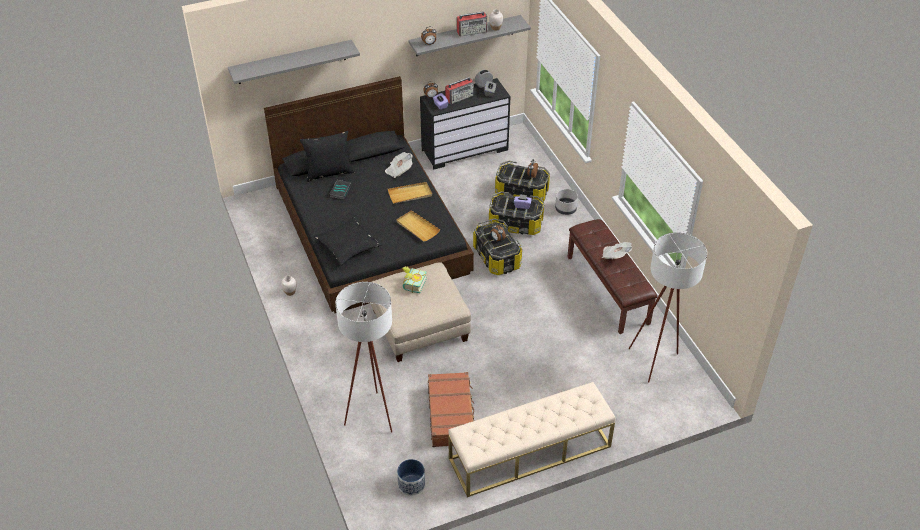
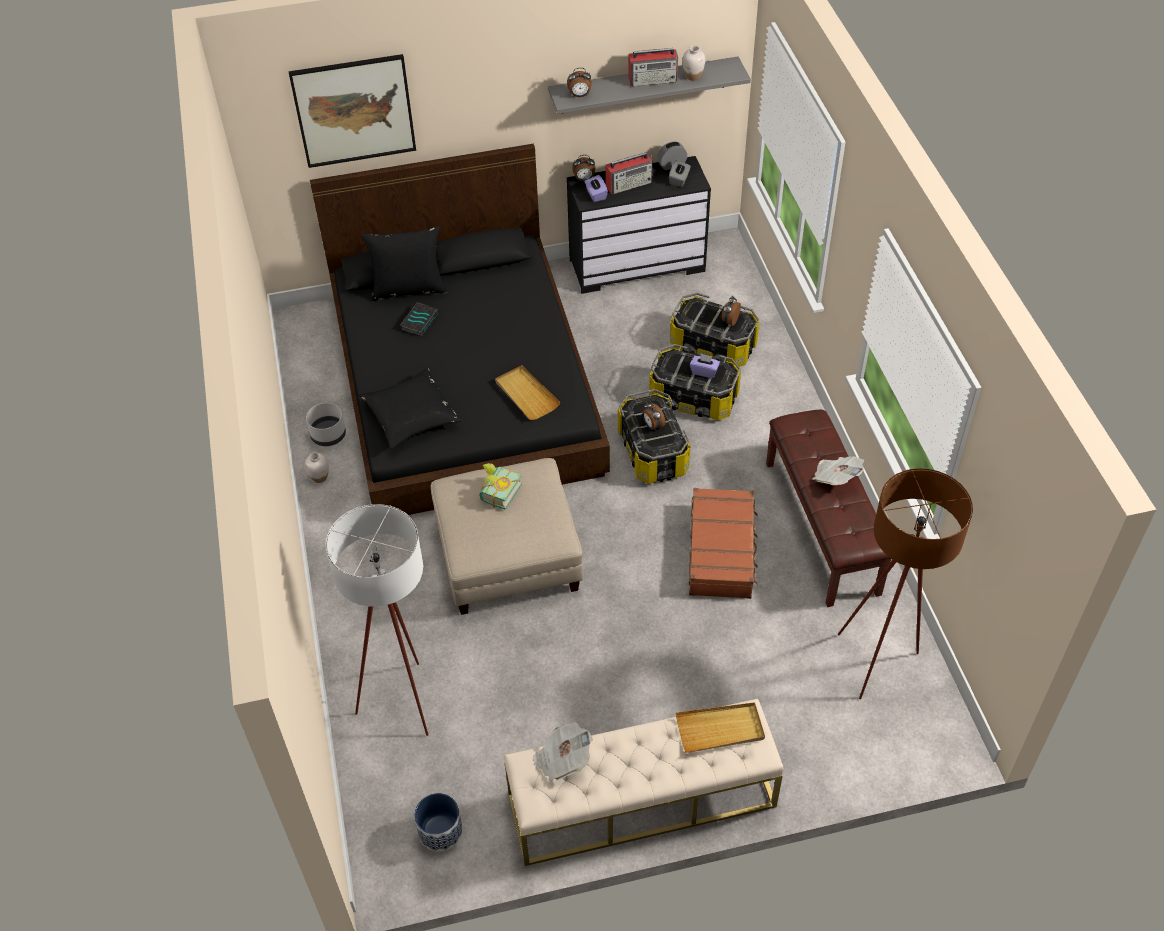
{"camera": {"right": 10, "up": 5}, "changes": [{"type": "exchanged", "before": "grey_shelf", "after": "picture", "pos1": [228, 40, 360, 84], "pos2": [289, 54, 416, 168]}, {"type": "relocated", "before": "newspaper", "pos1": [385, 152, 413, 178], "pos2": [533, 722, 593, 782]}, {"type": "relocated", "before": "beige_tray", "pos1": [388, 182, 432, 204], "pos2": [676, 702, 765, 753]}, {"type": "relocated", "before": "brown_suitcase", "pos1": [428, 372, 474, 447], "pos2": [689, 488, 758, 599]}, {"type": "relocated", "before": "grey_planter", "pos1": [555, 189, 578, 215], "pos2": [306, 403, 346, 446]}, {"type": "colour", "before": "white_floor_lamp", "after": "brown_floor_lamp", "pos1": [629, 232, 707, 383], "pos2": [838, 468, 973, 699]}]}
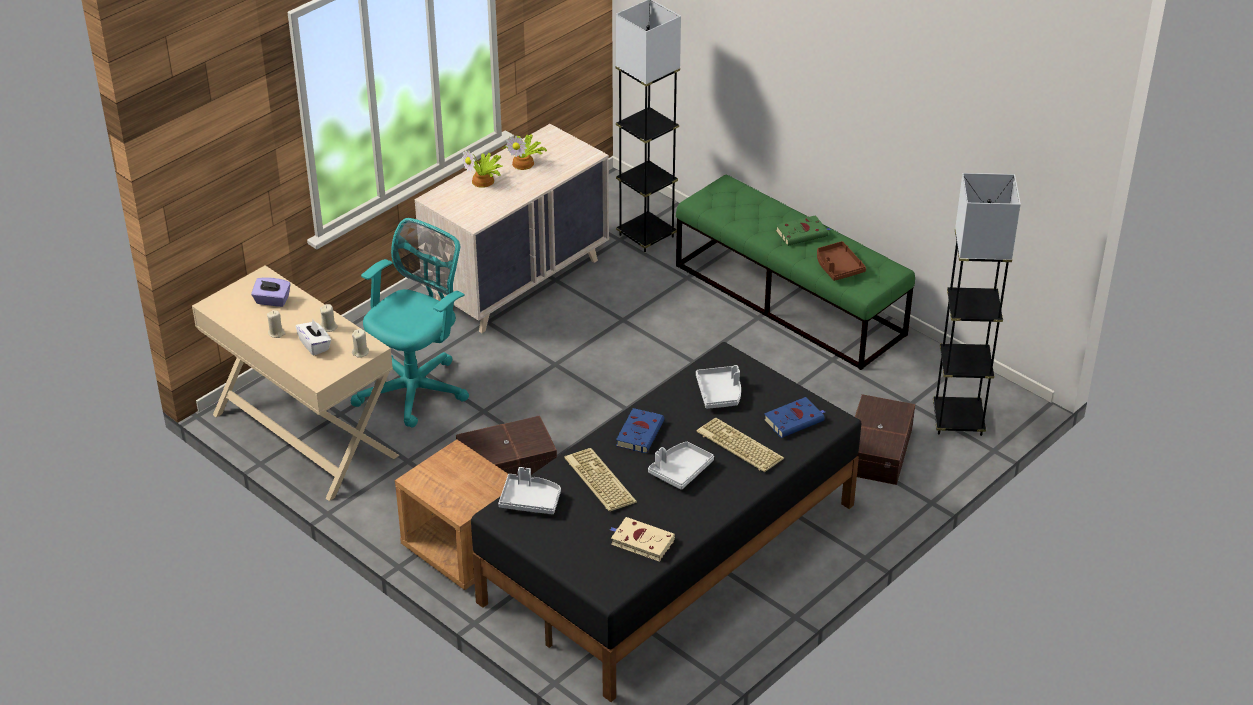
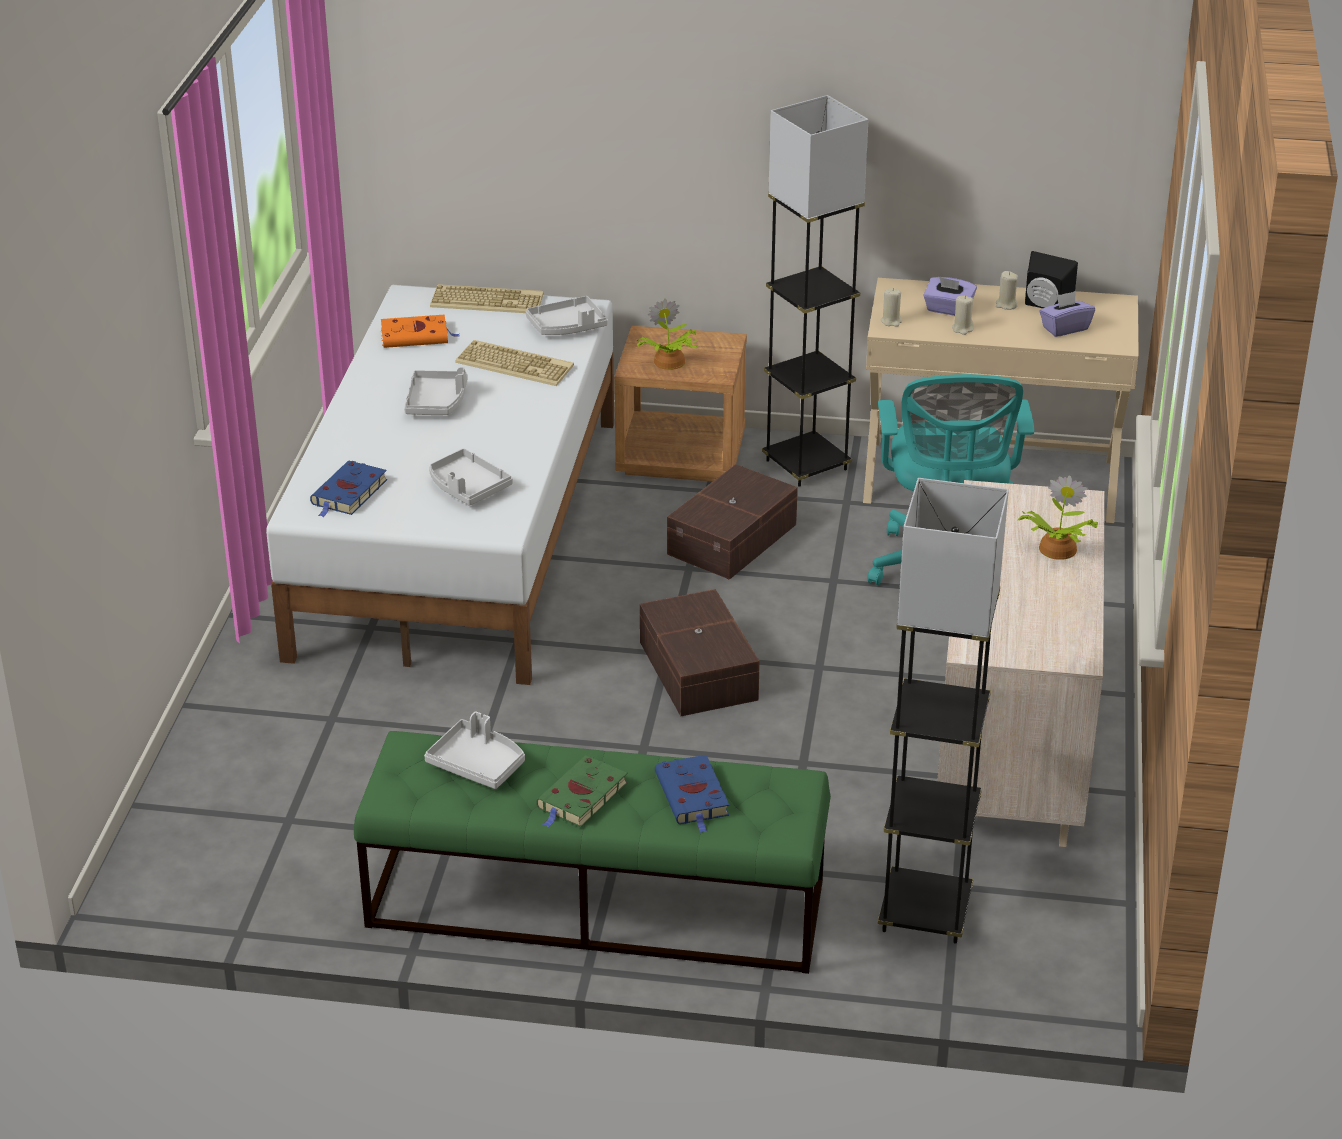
{"camera": {"right": 145, "up": -5}, "changes": [{"type": "colour", "before": "white_tissue_box", "after": "purple_tissue_box", "pos1": [296, 320, 331, 356], "pos2": [923, 277, 977, 316]}, {"type": "colour", "before": "black_bed", "after": "white_bed", "pos1": [471, 342, 861, 702], "pos2": [266, 285, 614, 685]}, {"type": "relocated", "before": "potted_plant", "pos1": [502, 134, 547, 170], "pos2": [636, 299, 697, 370]}, {"type": "colour", "before": "beige_book", "after": "orange_book", "pos1": [610, 517, 675, 562], "pos2": [381, 315, 459, 348]}, {"type": "relocated", "before": "blue_book", "pos1": [616, 408, 664, 453], "pos2": [655, 755, 729, 833]}, {"type": "relocated", "before": "keyboard", "pos1": [696, 418, 784, 472], "pos2": [430, 284, 544, 313]}, {"type": "colour", "before": "brown_tray", "after": "grey_tray", "pos1": [817, 241, 866, 281], "pos2": [424, 711, 525, 789]}, {"type": "relocated", "before": "brown_storage_box", "pos1": [855, 394, 915, 485], "pos2": [640, 589, 760, 716]}, {"type": "relocated", "before": "grey_floor_lamp", "pos1": [933, 173, 1021, 436], "pos2": [762, 95, 869, 487]}, {"type": "appeared", "after": "black_speaker", "pos2": [1025, 251, 1078, 308]}]}
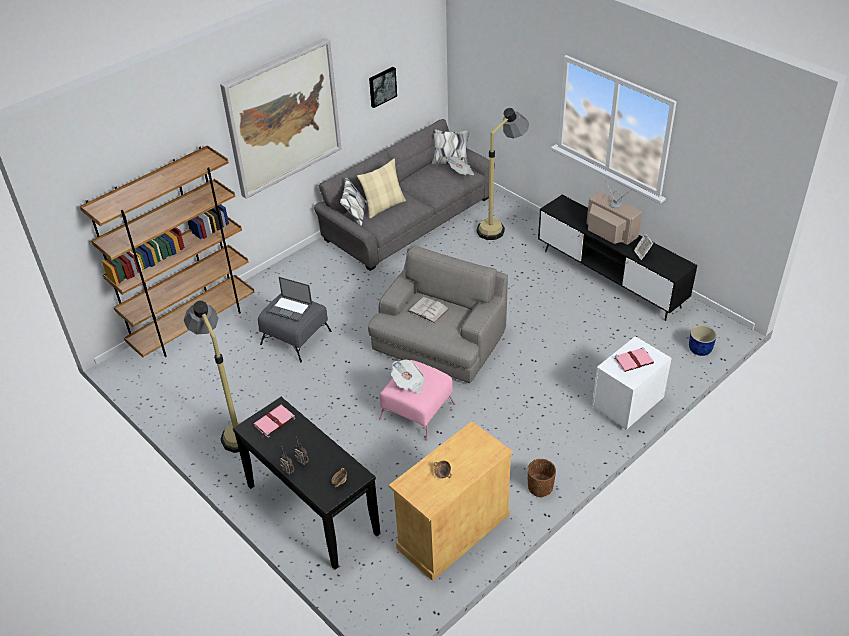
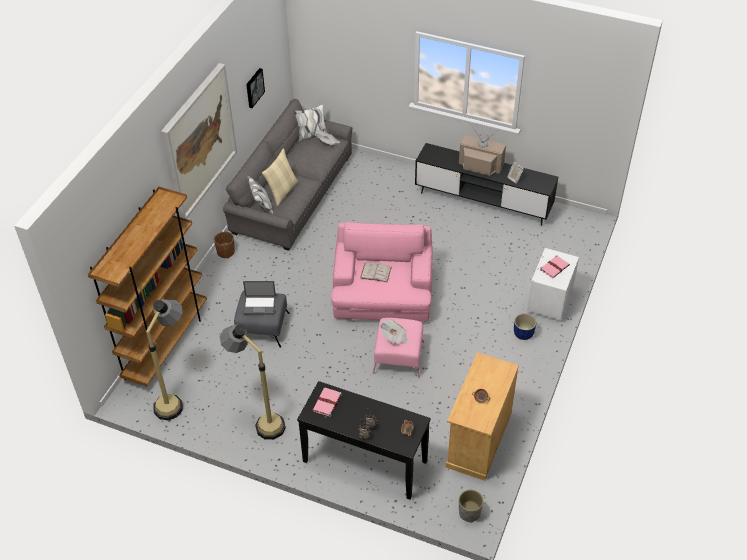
{"camera": {"right": -25, "up": 5}, "changes": [{"type": "colour", "before": "grey_armchair", "after": "pink_armchair", "pos1": [368, 245, 508, 383], "pos2": [331, 222, 433, 322]}, {"type": "relocated", "before": "floor_lamp", "pos1": [477, 108, 529, 240], "pos2": [146, 299, 183, 421]}, {"type": "relocated", "before": "brown_planter", "pos1": [527, 459, 556, 497], "pos2": [214, 232, 235, 258]}, {"type": "relocated", "before": "blue_planter", "pos1": [689, 325, 717, 356], "pos2": [514, 313, 536, 340]}, {"type": "appeared", "after": "grey_planter", "pos2": [459, 490, 483, 522]}]}
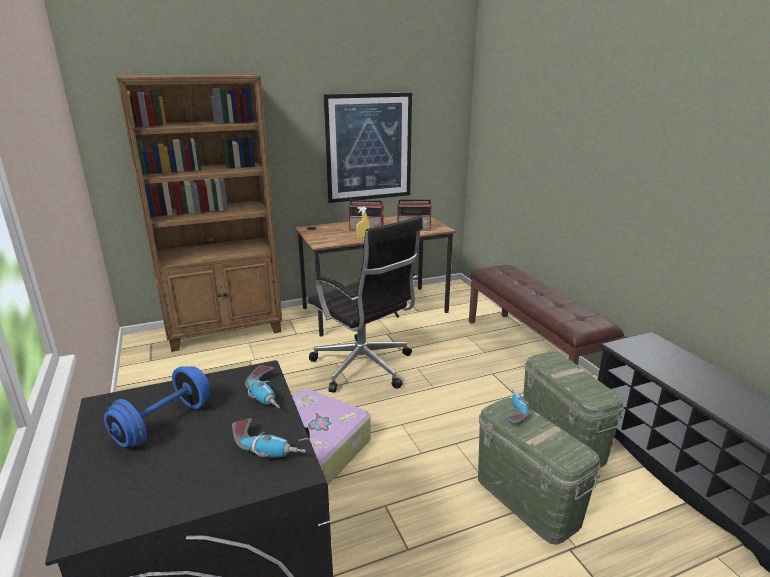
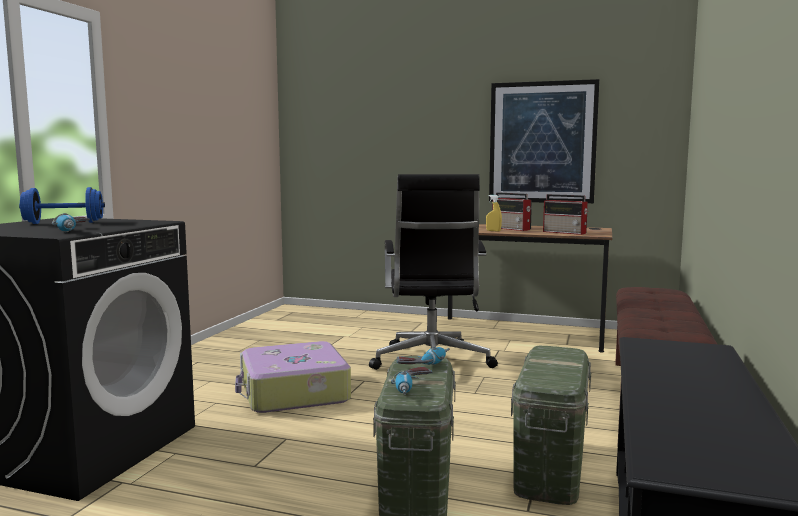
{"camera": {"right": 40, "up": -15}, "changes": [{"type": "missing", "before": "brown_bookcase", "pos1": [117, 75, 282, 352]}, {"type": "relocated", "before": "power_drill", "pos1": [245, 366, 280, 408], "pos2": [391, 367, 433, 395]}]}
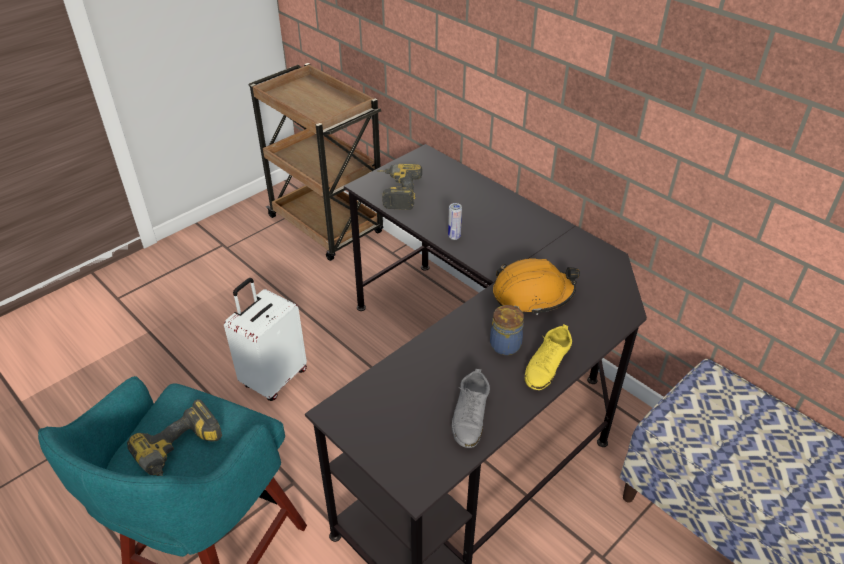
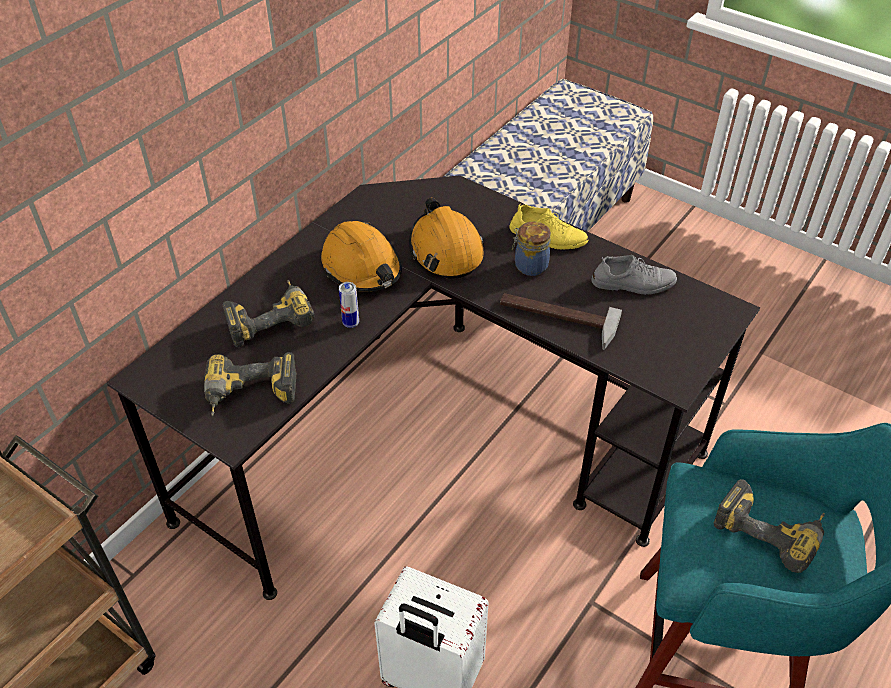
{"camera": {"right": -100, "up": 5}, "changes": [{"type": "appeared", "after": "power_drill", "pos2": [222, 280, 314, 347]}, {"type": "appeared", "after": "orange_hard_hat", "pos2": [321, 221, 402, 292]}, {"type": "appeared", "after": "hammer", "pos2": [500, 293, 622, 350]}]}
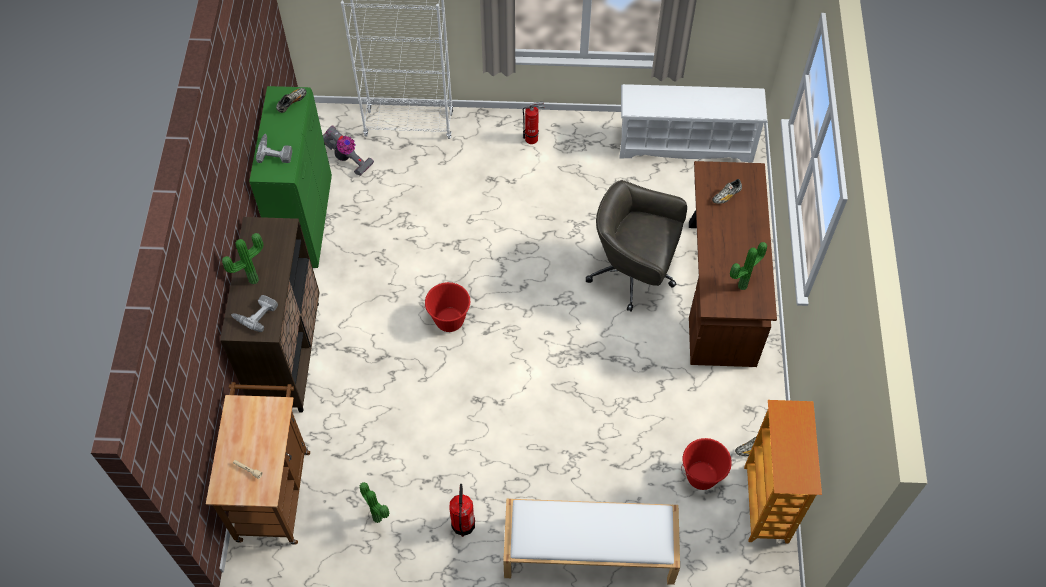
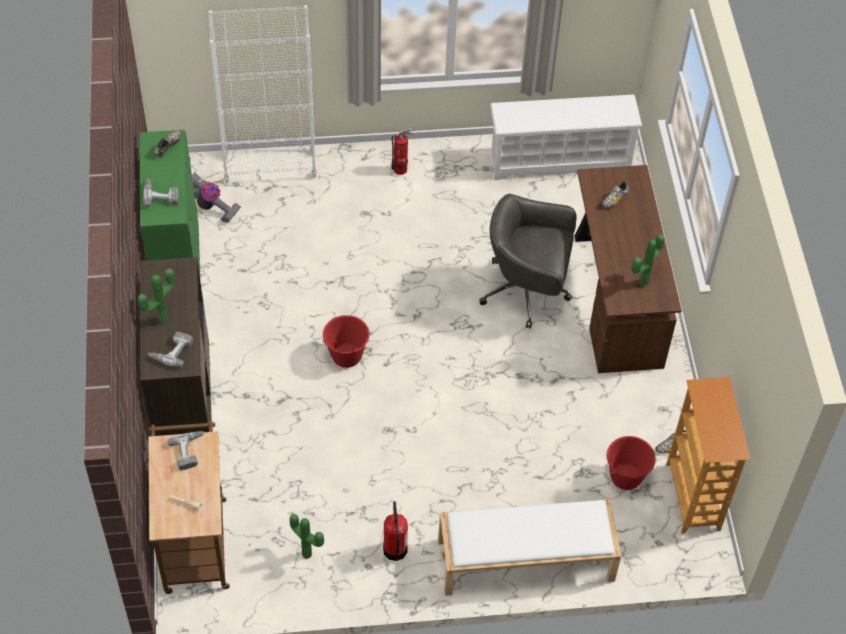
{"camera": {"right": -10, "up": -5}, "changes": [{"type": "appeared", "after": "power_drill", "pos2": [167, 431, 205, 470]}]}
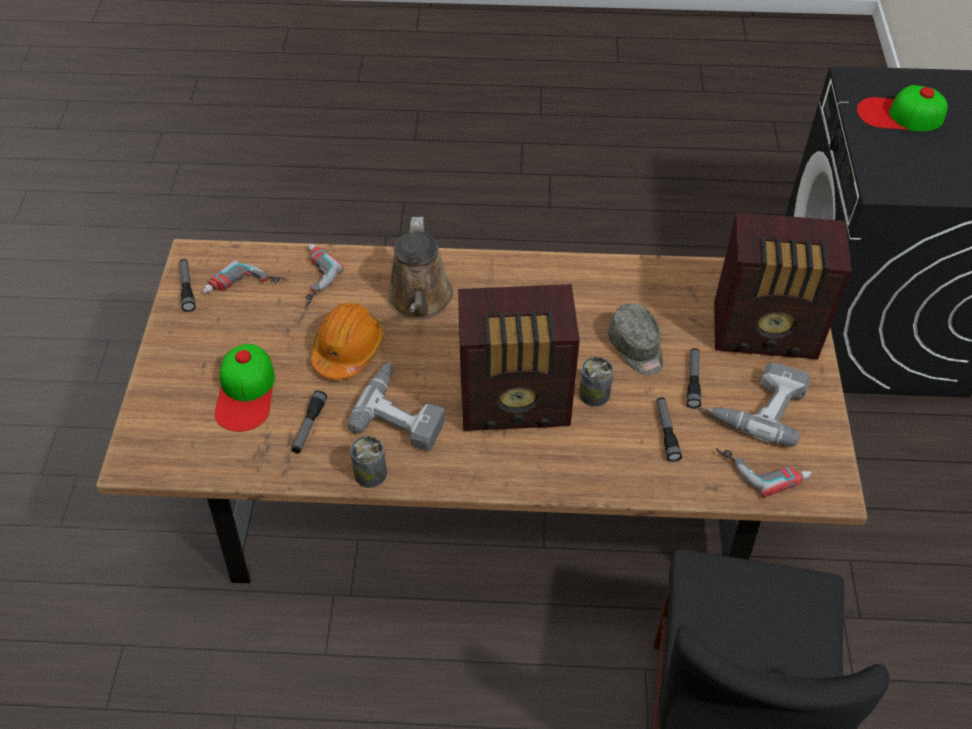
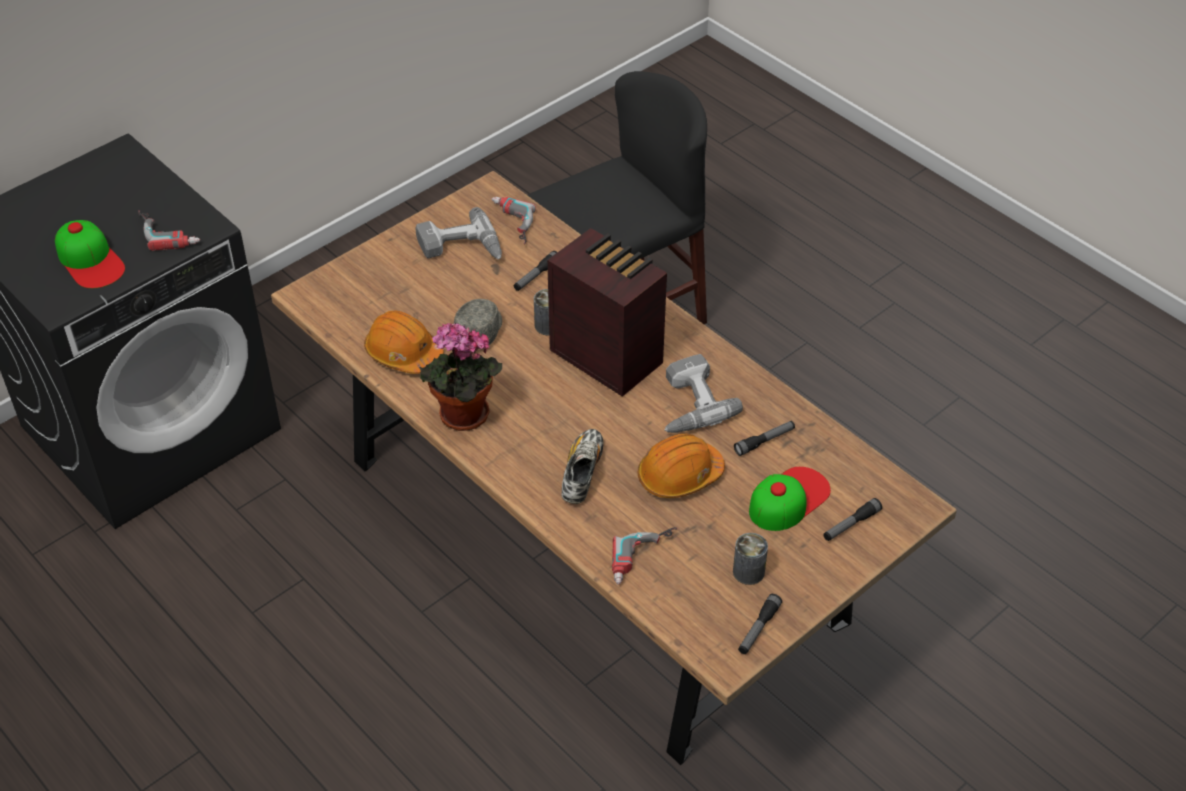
{"camera": {"right": -135, "up": -5}, "changes": [{"type": "relocated", "before": "power_drill", "pos1": [202, 259, 287, 294], "pos2": [138, 210, 200, 251]}, {"type": "relocated", "before": "can", "pos1": [350, 436, 387, 488], "pos2": [733, 533, 768, 585]}, {"type": "exchanged", "before": "brown_watering_can", "after": "shoe", "pos1": [388, 217, 453, 319], "pos2": [561, 429, 604, 504]}, {"type": "relocated", "before": "flashlight", "pos1": [687, 348, 701, 409], "pos2": [823, 498, 882, 541]}, {"type": "missing", "before": "radio", "pos1": [714, 212, 852, 359]}, {"type": "appeared", "after": "orange_hard_hat", "pos2": [364, 311, 444, 374]}, {"type": "appeared", "after": "potted_plant", "pos2": [419, 323, 502, 431]}]}
